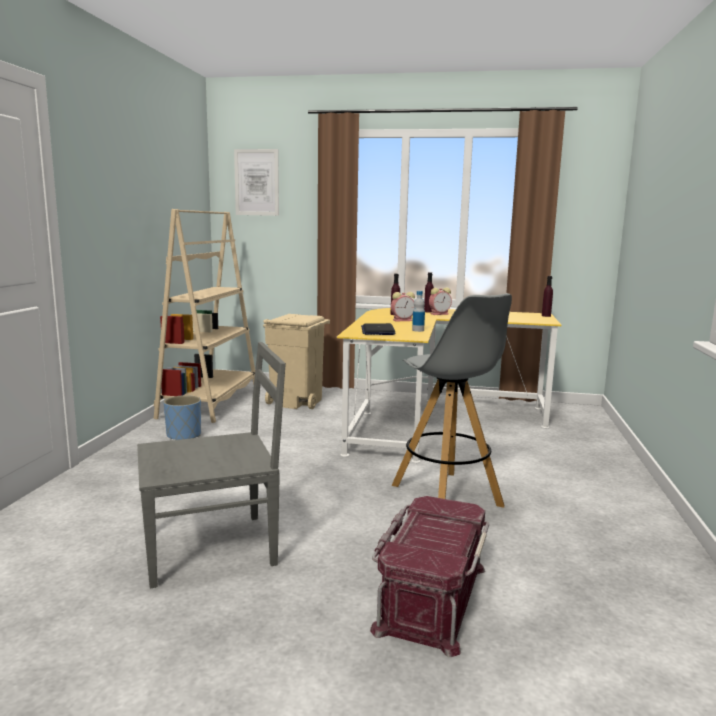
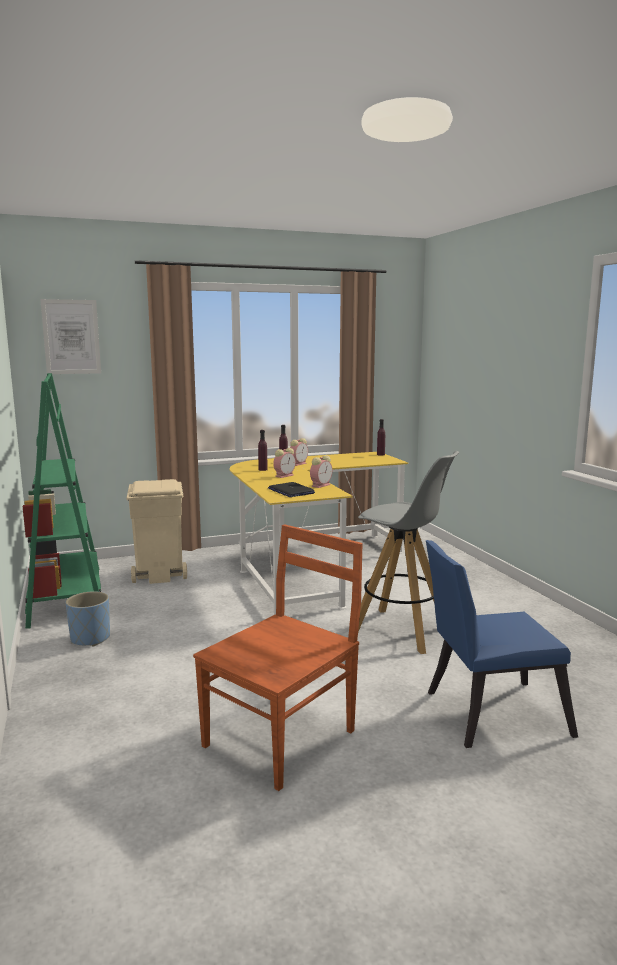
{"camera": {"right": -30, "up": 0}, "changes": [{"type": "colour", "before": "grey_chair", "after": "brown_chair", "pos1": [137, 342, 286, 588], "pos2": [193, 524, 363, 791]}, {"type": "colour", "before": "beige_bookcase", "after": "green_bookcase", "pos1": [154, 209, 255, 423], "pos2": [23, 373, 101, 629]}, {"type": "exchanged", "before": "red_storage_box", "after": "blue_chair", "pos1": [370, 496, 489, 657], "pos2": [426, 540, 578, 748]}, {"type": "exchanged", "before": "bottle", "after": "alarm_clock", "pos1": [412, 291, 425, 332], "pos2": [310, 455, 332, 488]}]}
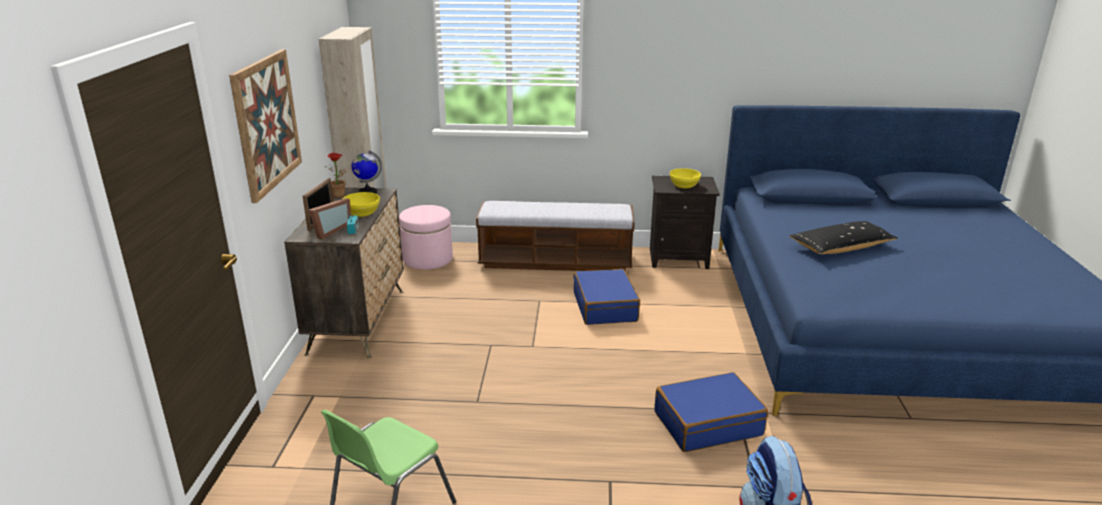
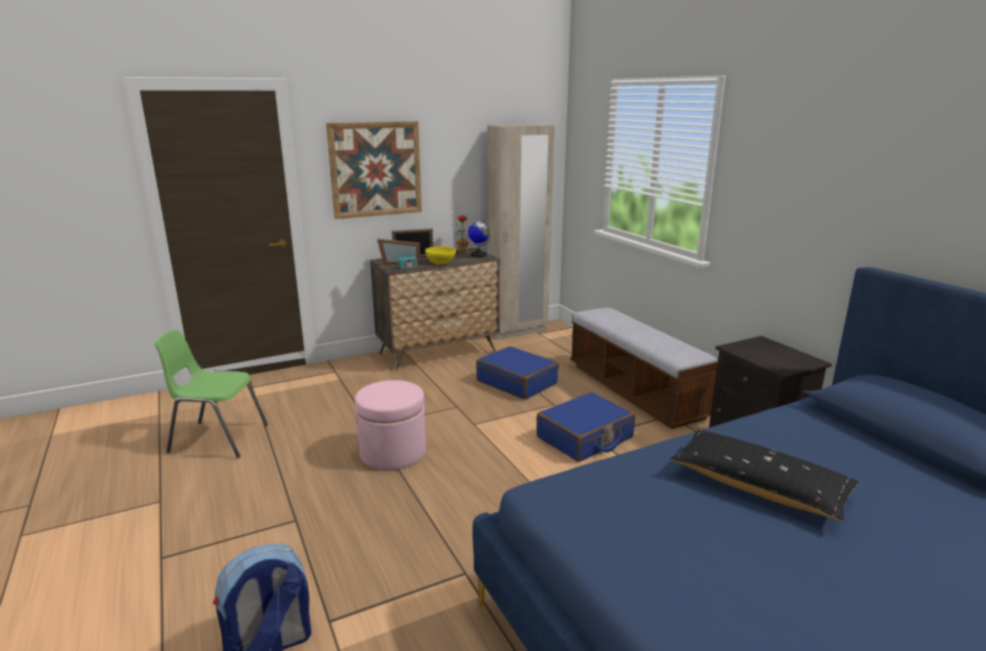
{"camera": {"right": 60, "up": -5}, "changes": [{"type": "relocated", "before": "pink_ottoman", "pos1": [399, 205, 453, 270], "pos2": [355, 380, 426, 470]}, {"type": "relocated", "before": "blue_suitcase", "pos1": [655, 372, 768, 452], "pos2": [476, 346, 559, 399]}, {"type": "missing", "before": "yellow_bowl", "pos1": [670, 168, 701, 188]}]}
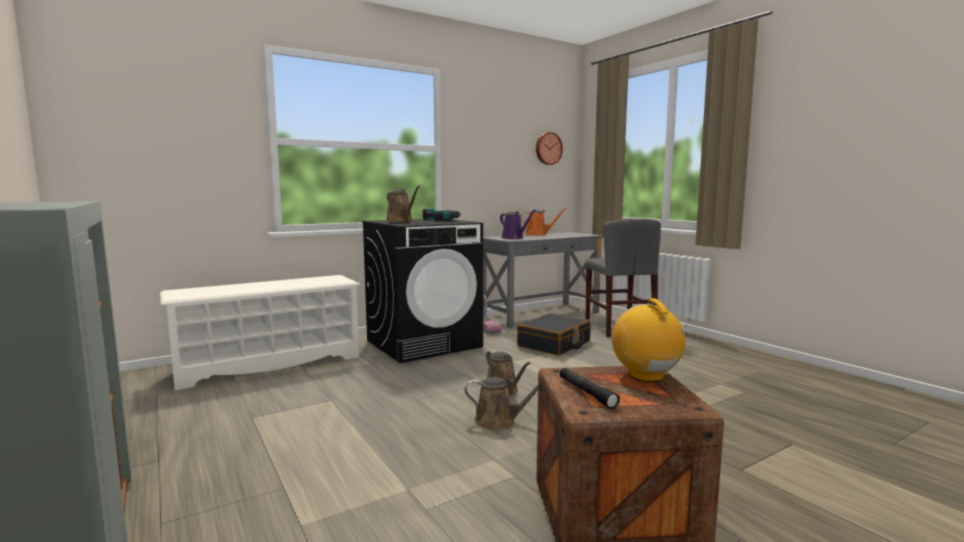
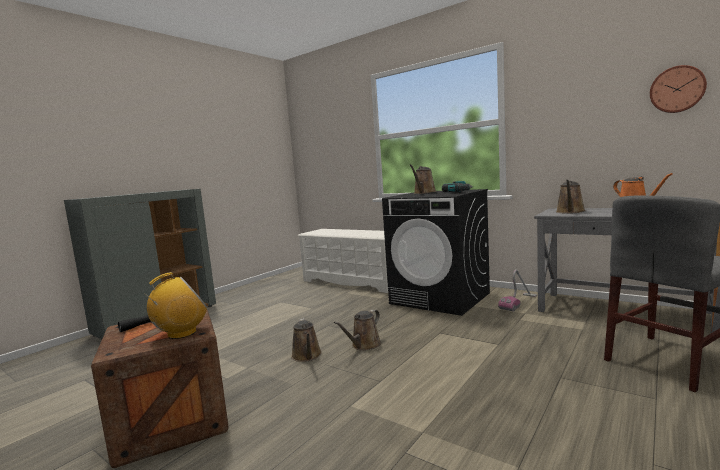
{"camera": {"right": 70, "up": 0}, "changes": [{"type": "colour", "before": "purple_watering_can", "after": "brown_watering_can", "pos1": [500, 210, 536, 239], "pos2": [556, 180, 585, 213]}, {"type": "missing", "before": "black_suitcase", "pos1": [517, 313, 591, 356]}]}
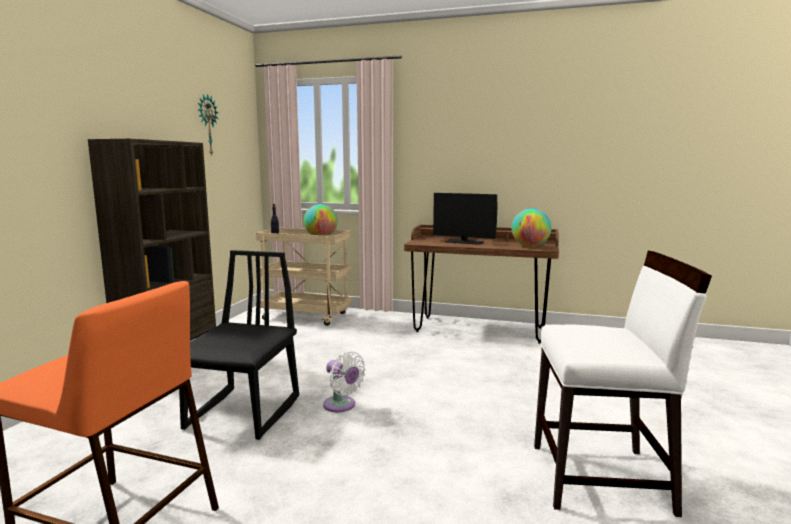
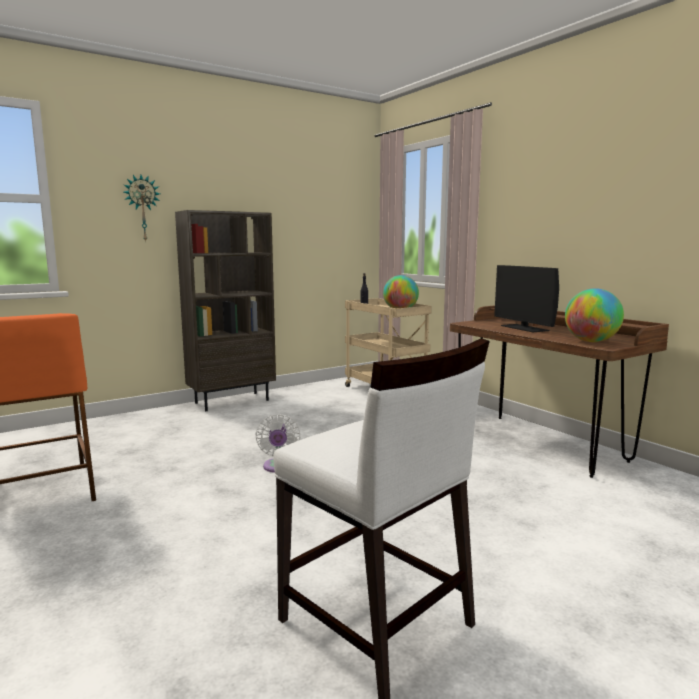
{"camera": {"right": 40, "up": 0}, "changes": [{"type": "missing", "before": "black_chair", "pos1": [179, 250, 299, 440]}, {"type": "relocated", "before": "wall_clock", "pos1": [198, 94, 218, 156], "pos2": [124, 175, 160, 242]}]}
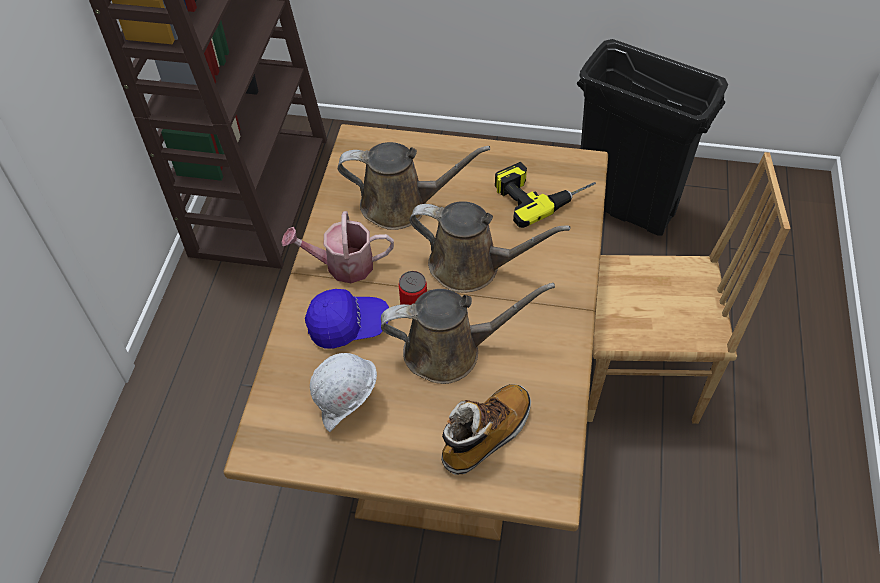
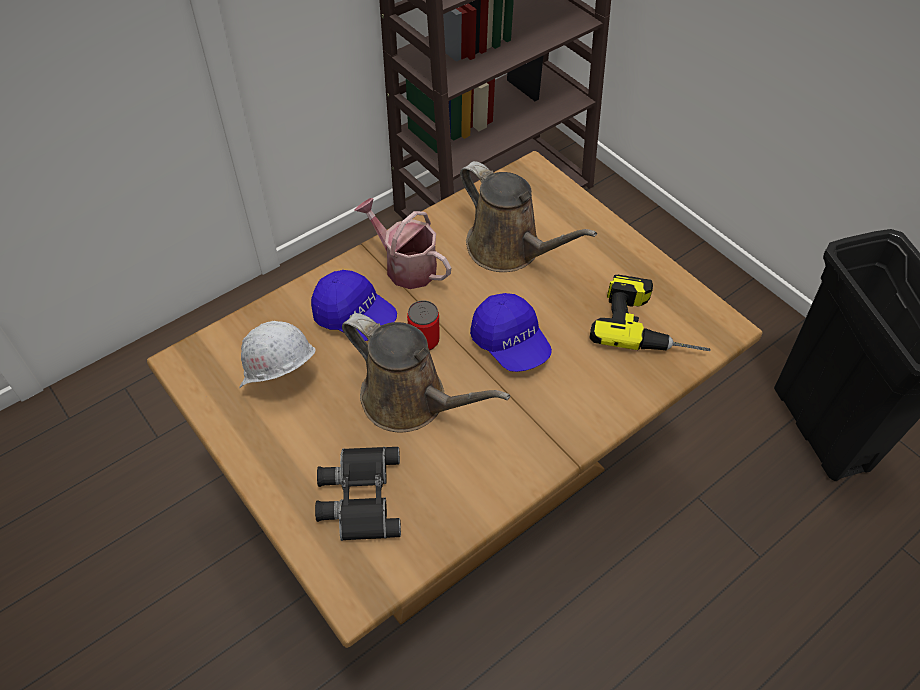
{"camera": {"right": 40, "up": 0}, "changes": [{"type": "exchanged", "before": "brown_watering_can", "after": "blue_cap", "pos1": [409, 201, 570, 293], "pos2": [470, 293, 552, 372]}, {"type": "exchanged", "before": "boot", "after": "black_binoculars", "pos1": [441, 384, 531, 475], "pos2": [315, 447, 401, 541]}, {"type": "missing", "before": "brown_chair", "pos1": [587, 152, 790, 424]}]}
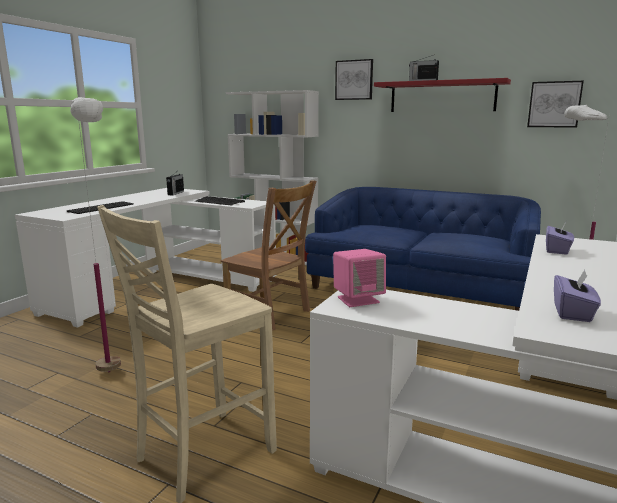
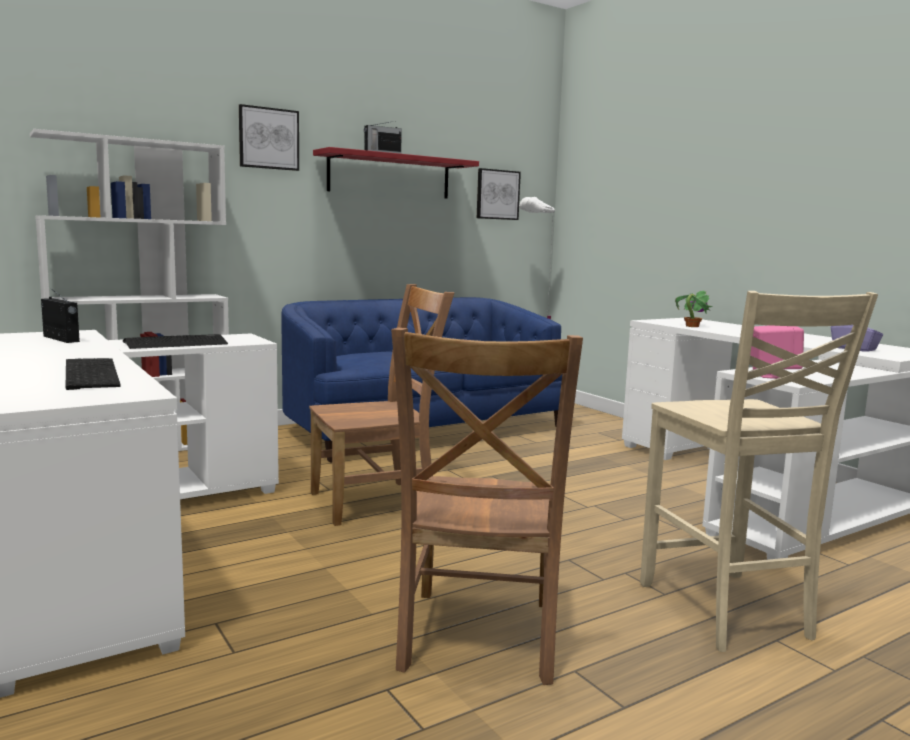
{"camera": {"right": -60, "up": -5}, "changes": [{"type": "exchanged", "before": "white_floor_lamp", "after": "brown_chair", "pos1": [70, 97, 121, 372], "pos2": [391, 328, 583, 685]}, {"type": "exchanged", "before": "purple_tissue_box", "after": "potted_plant", "pos1": [546, 222, 574, 255], "pos2": [675, 290, 713, 327]}]}
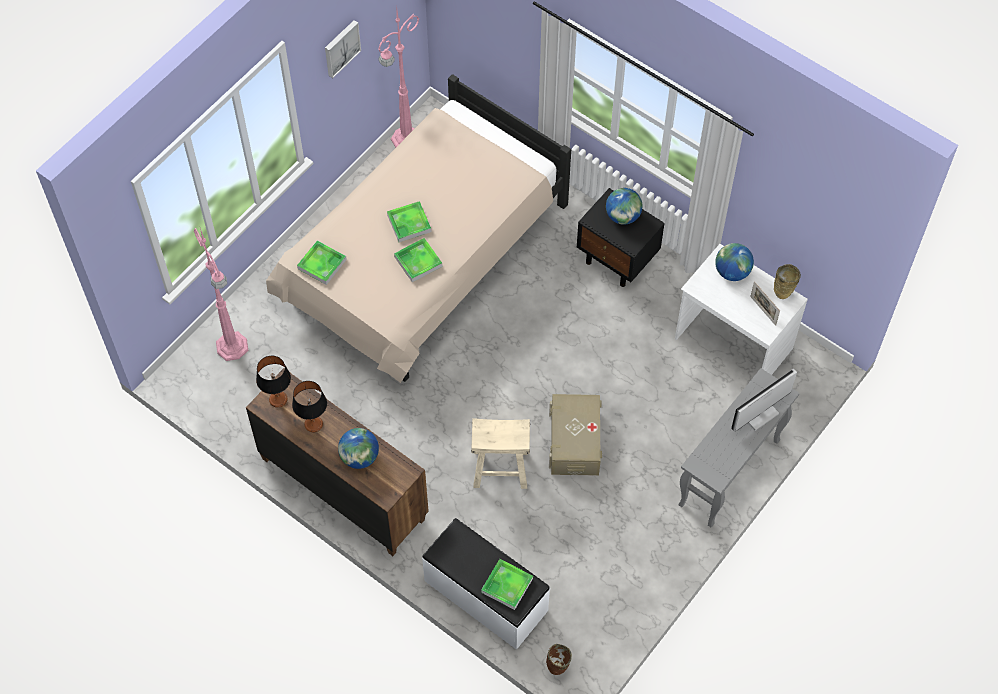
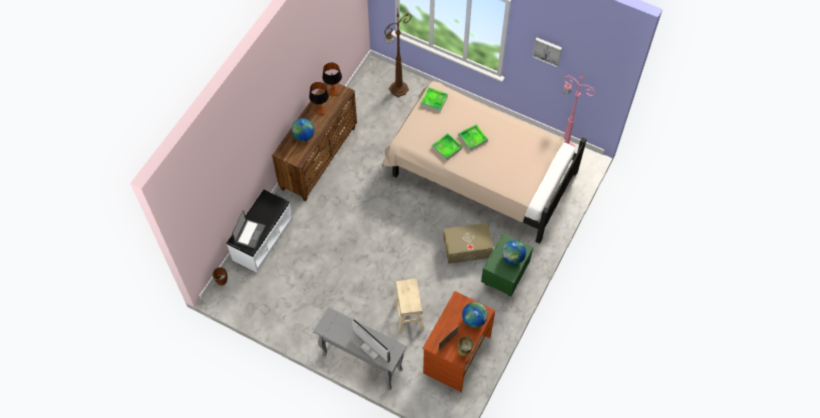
{"camera": {"right": 80, "up": 0}, "changes": [{"type": "colour", "before": "pink_floor_lamp", "after": "brown_floor_lamp", "pos1": [194, 228, 248, 361], "pos2": [384, 11, 412, 97]}, {"type": "relocated", "before": "beige_stool", "pos1": [471, 418, 531, 489], "pos2": [394, 278, 425, 334]}, {"type": "exchanged", "before": "tray", "after": "laptop", "pos1": [481, 559, 533, 610], "pos2": [232, 210, 266, 249]}, {"type": "relocated", "before": "beige_storage_box", "pos1": [549, 394, 602, 476], "pos2": [443, 223, 493, 264]}, {"type": "colour", "before": "black_nightstand", "after": "green_nightstand", "pos1": [577, 188, 665, 287], "pos2": [481, 233, 533, 296]}, {"type": "colour", "before": "white_desk", "after": "brown_desk", "pos1": [675, 244, 808, 375], "pos2": [422, 291, 495, 392]}]}
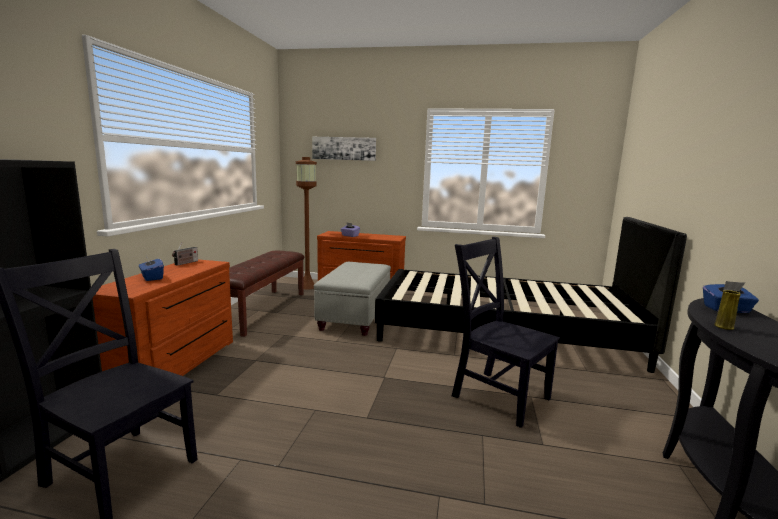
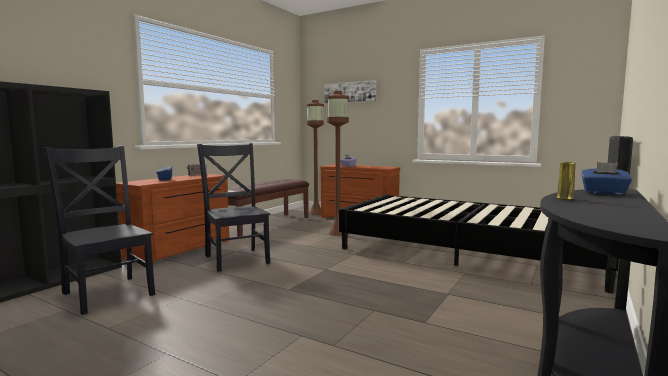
{"camera": {"right": 20, "up": -5}, "changes": [{"type": "exchanged", "before": "grey_ottoman", "after": "brown_floor_lamp", "pos1": [314, 262, 391, 336], "pos2": [327, 91, 349, 236]}, {"type": "relocated", "before": "black_chair", "pos1": [452, 237, 560, 428], "pos2": [197, 143, 270, 272]}]}
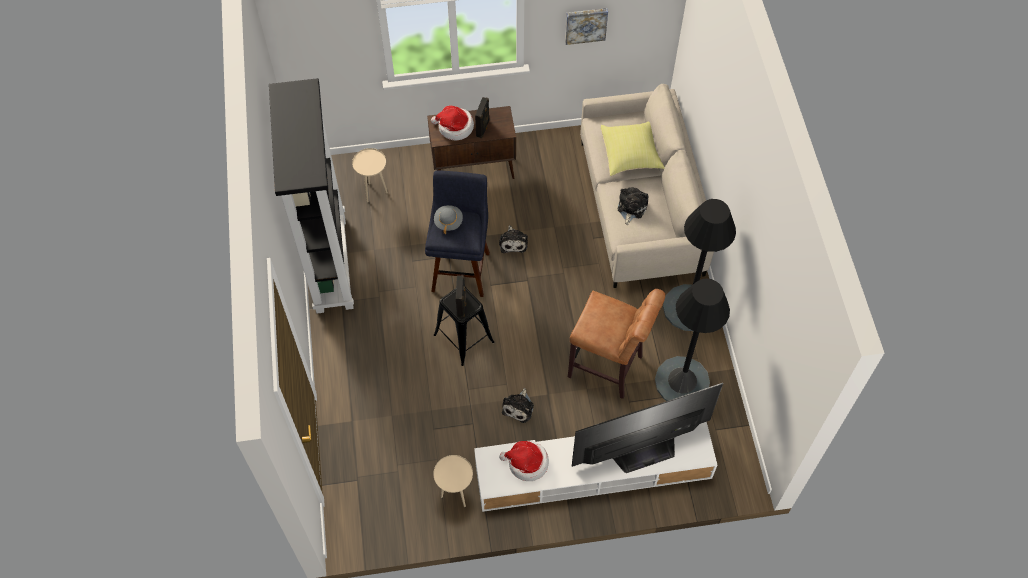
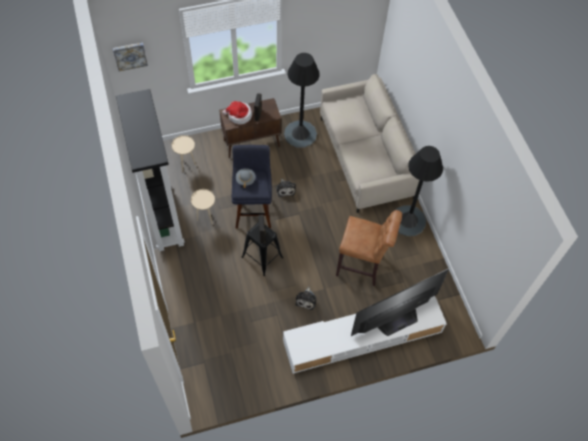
{"camera": {"right": -10, "up": 0}, "changes": [{"type": "relocated", "before": "beige_side_table", "pos1": [433, 455, 473, 507], "pos2": [191, 189, 215, 224]}, {"type": "missing", "before": "hat", "pos1": [499, 441, 549, 481]}, {"type": "relocated", "before": "picture", "pos1": [565, 8, 608, 45], "pos2": [113, 42, 148, 71]}, {"type": "missing", "before": "yellow_pillow", "pos1": [601, 121, 665, 176]}, {"type": "missing", "before": "plush_toy", "pos1": [617, 187, 648, 225]}, {"type": "relocated", "before": "black_floor_lamp", "pos1": [655, 278, 730, 401], "pos2": [284, 53, 320, 148]}]}
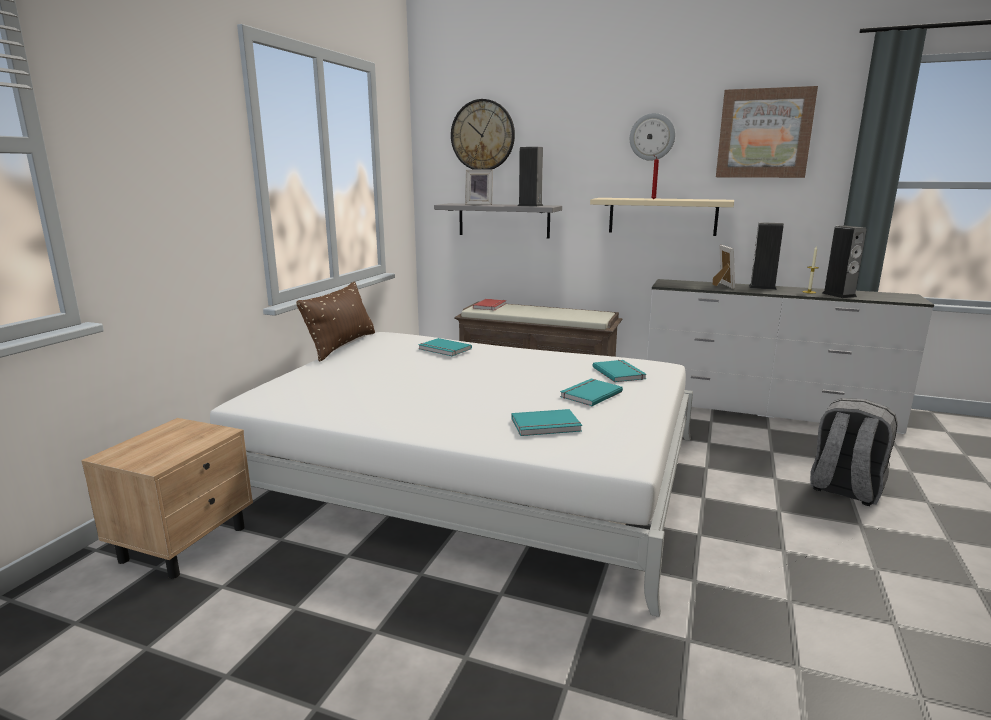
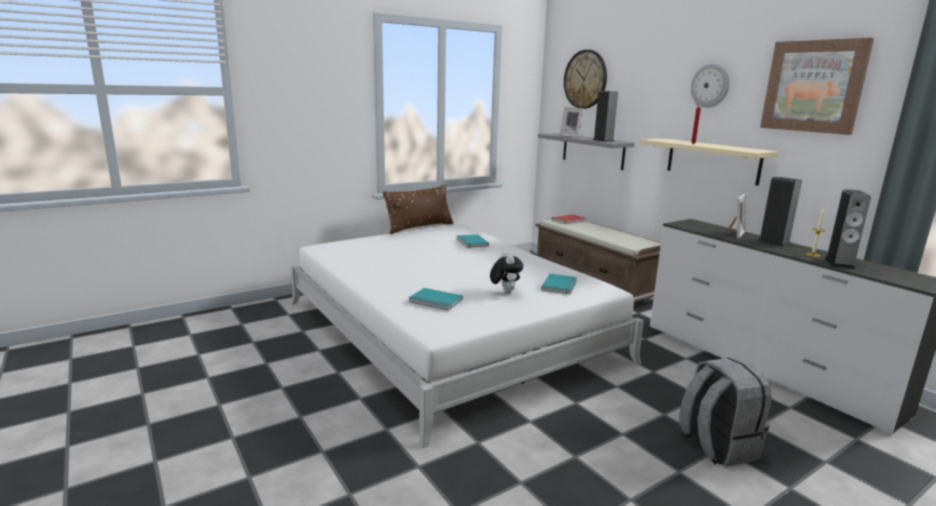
{"camera": {"right": 35, "up": 0}, "changes": [{"type": "missing", "before": "beige_nightstand", "pos1": [81, 418, 253, 579]}, {"type": "exchanged", "before": "turquoise_book", "after": "plush_toy", "pos1": [560, 379, 623, 406], "pos2": [490, 251, 523, 294]}]}
